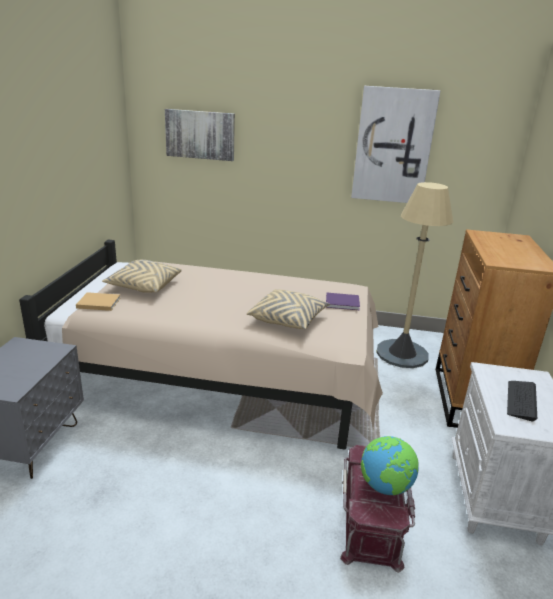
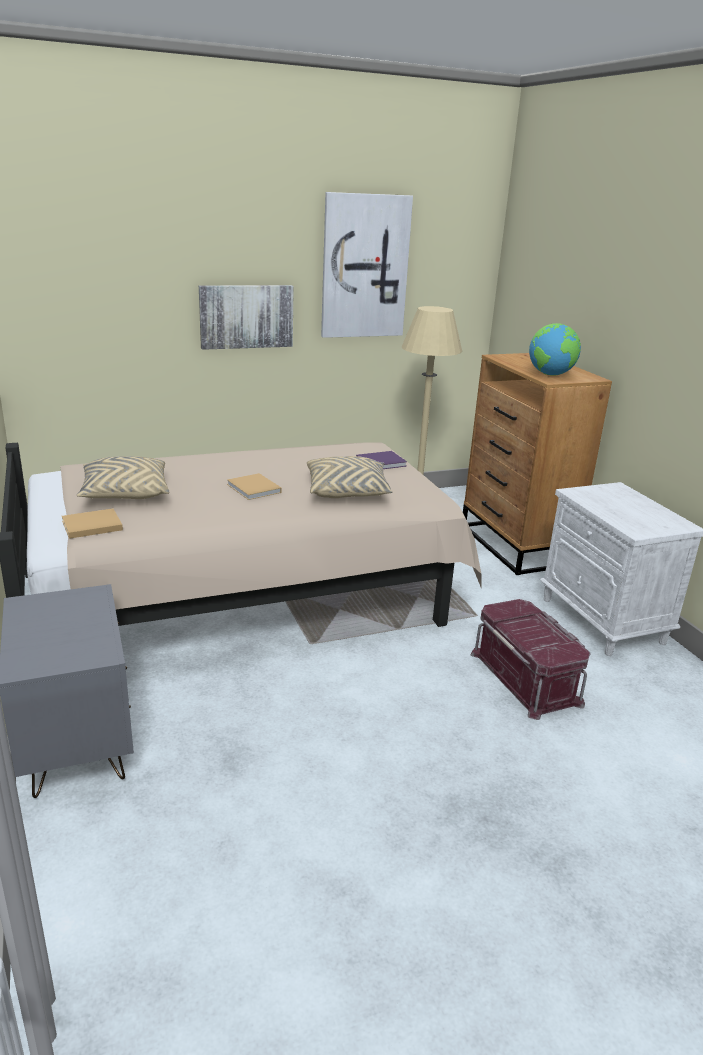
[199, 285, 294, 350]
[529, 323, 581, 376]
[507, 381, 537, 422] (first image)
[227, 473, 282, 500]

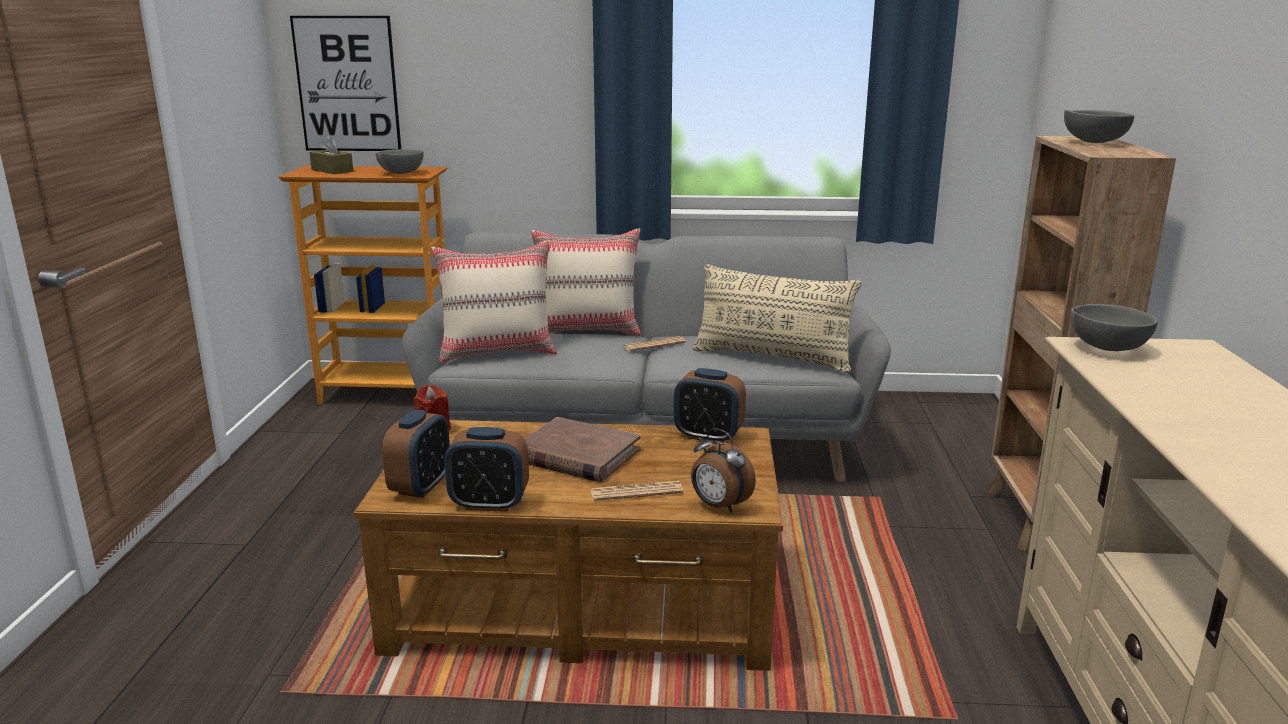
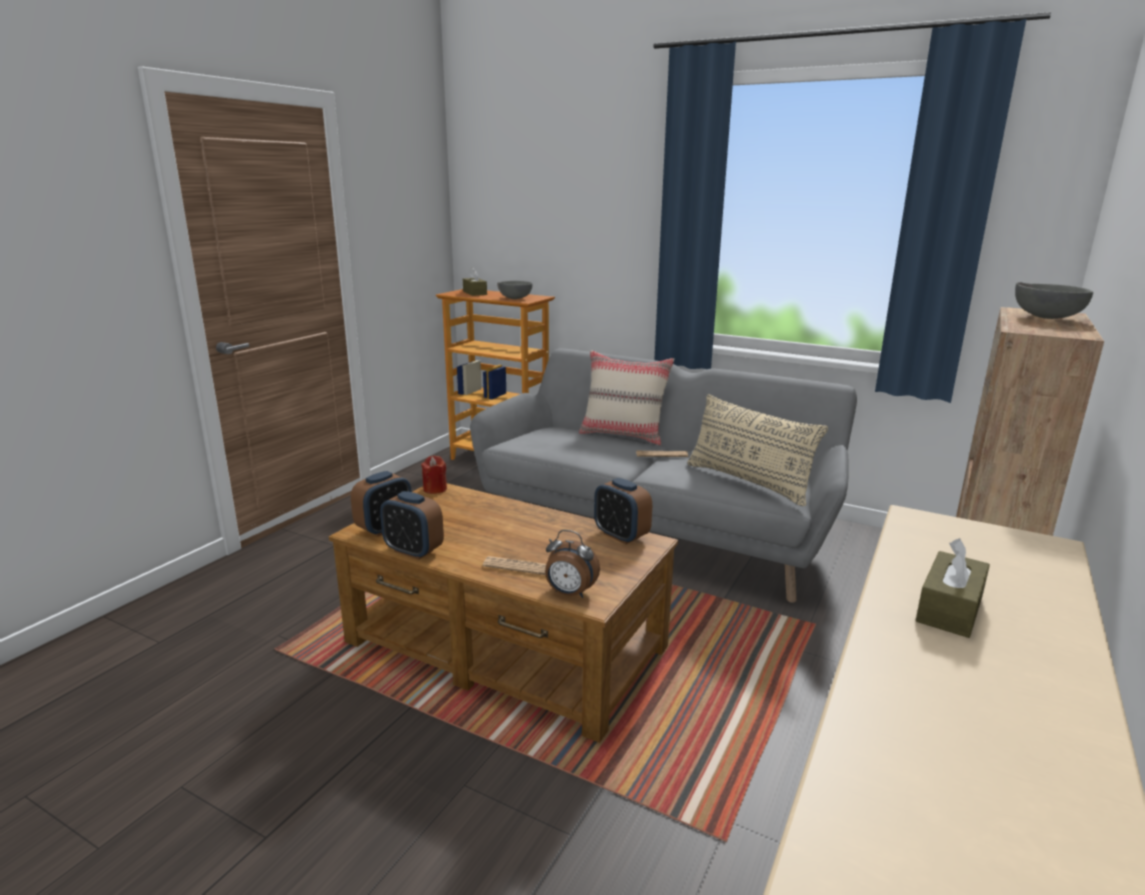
[290, 16, 401, 151] (first image)
[431, 240, 557, 363] (first image)
[525, 417, 641, 482] (first image)
[545, 530, 600, 598]
[1070, 304, 1158, 351] (first image)
[916, 538, 990, 638]

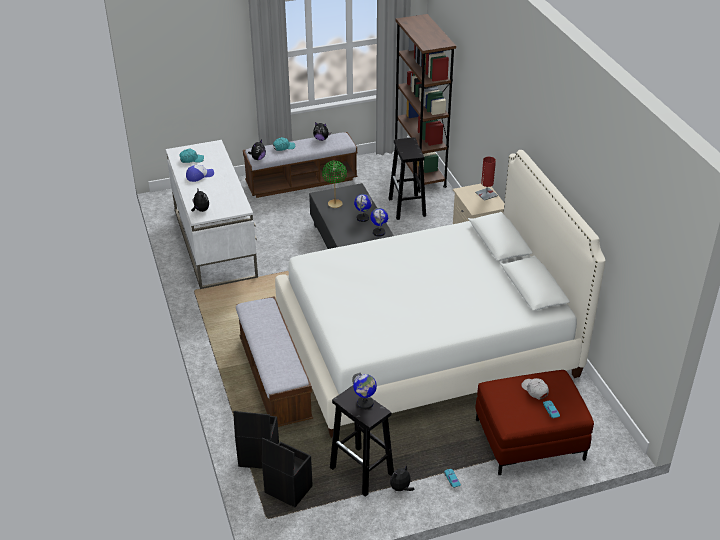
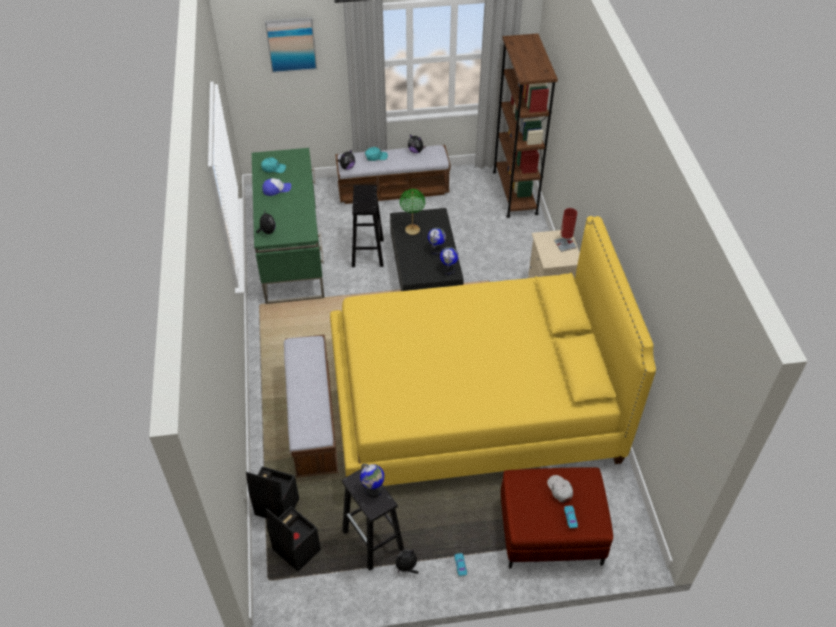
[252, 148, 325, 304]
[330, 216, 656, 486]
[352, 185, 384, 267]
[265, 17, 317, 73]

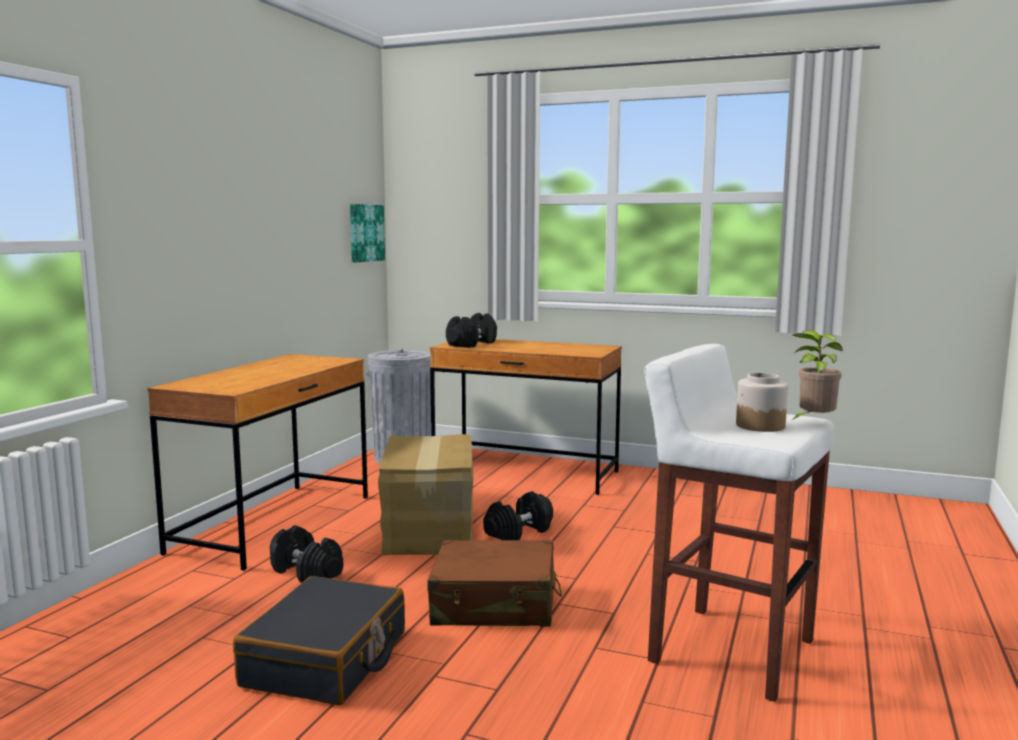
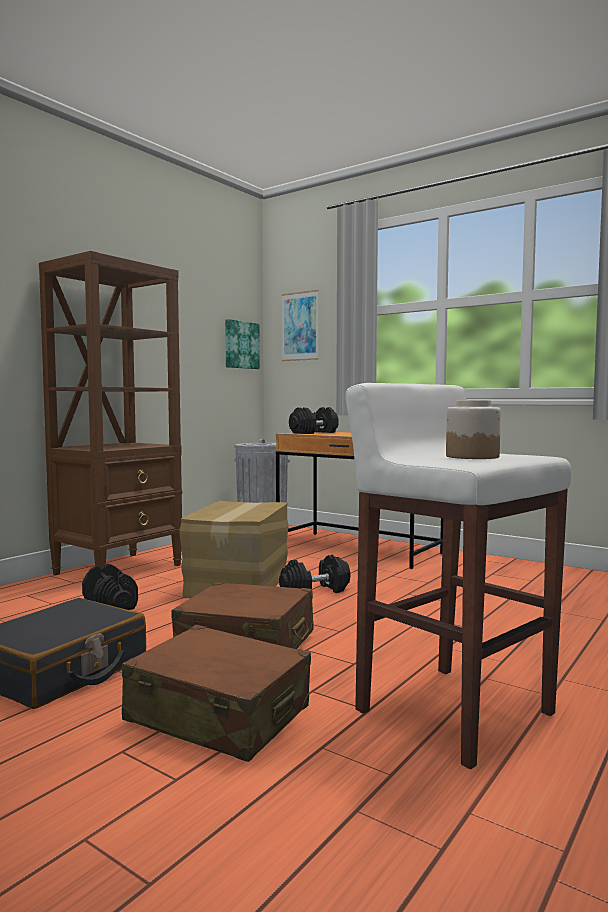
[39, 251, 182, 575]
[791, 330, 843, 421] (first image)
[122, 625, 311, 762]
[282, 290, 319, 361]

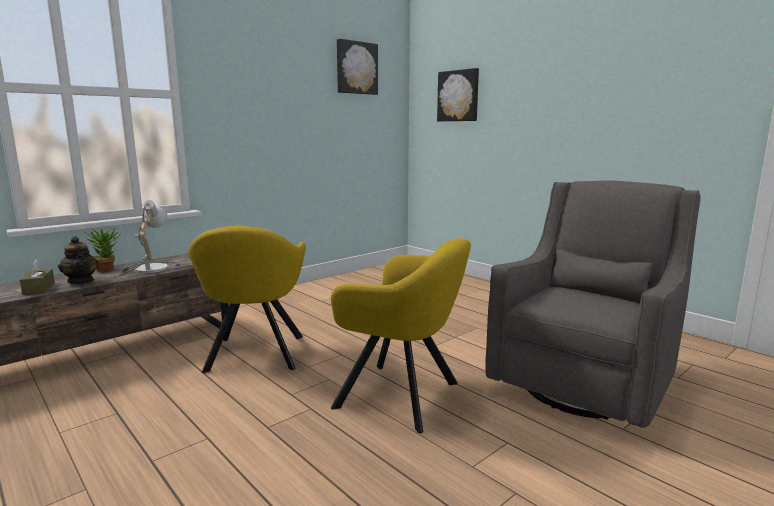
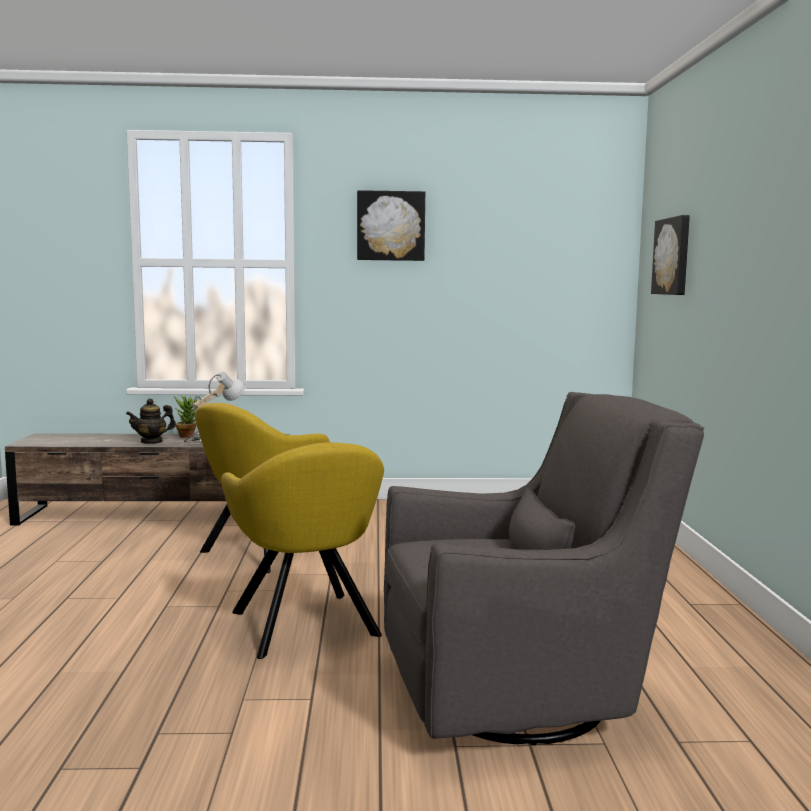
[20, 259, 55, 295] (first image)
[126, 398, 176, 444]
[357, 190, 425, 261]

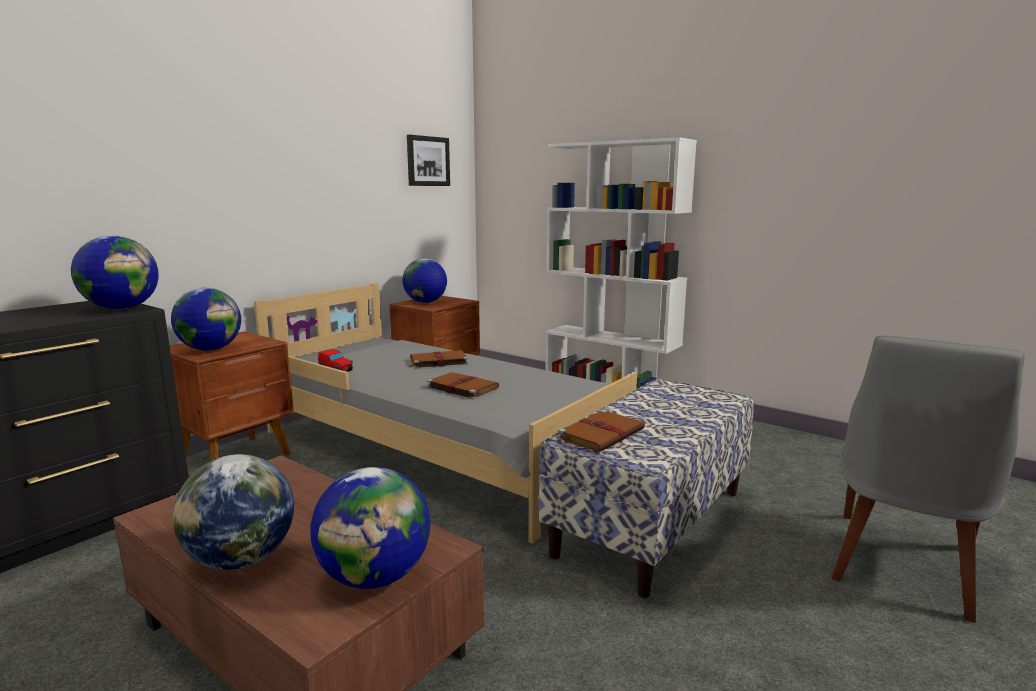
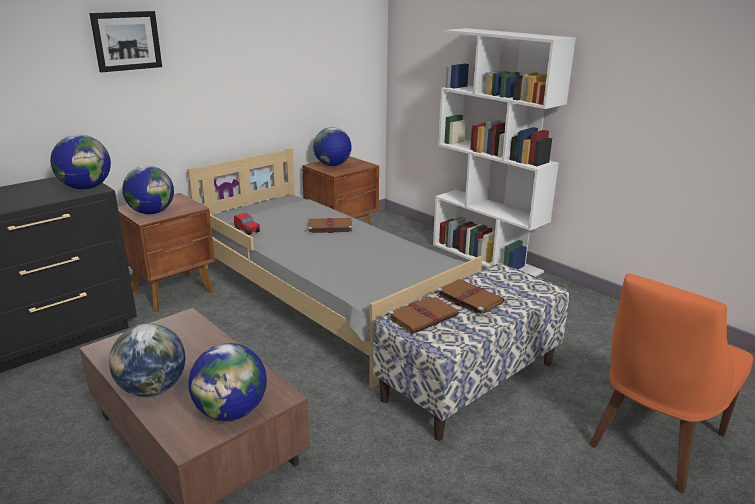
[89, 11, 162, 72]
[436, 279, 505, 316]
[589, 274, 753, 493]

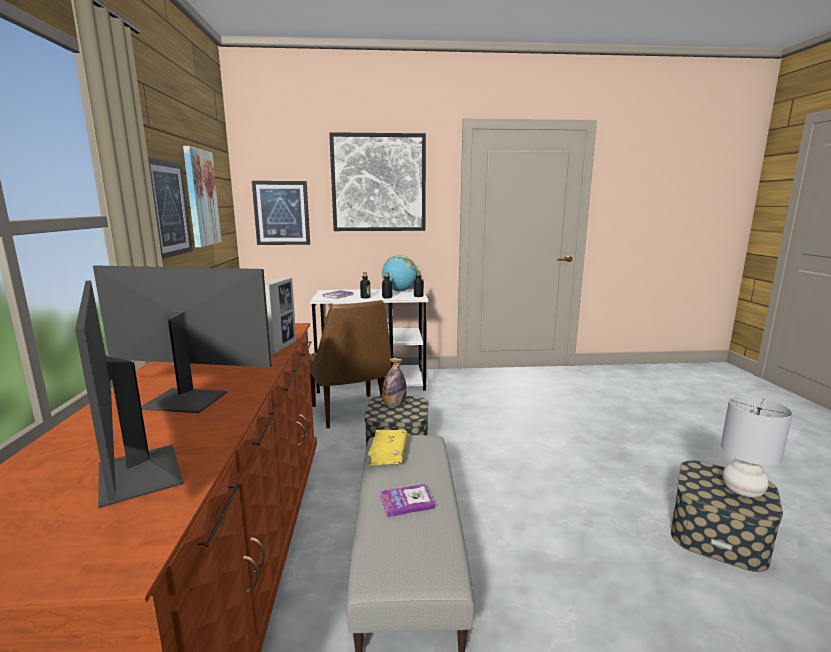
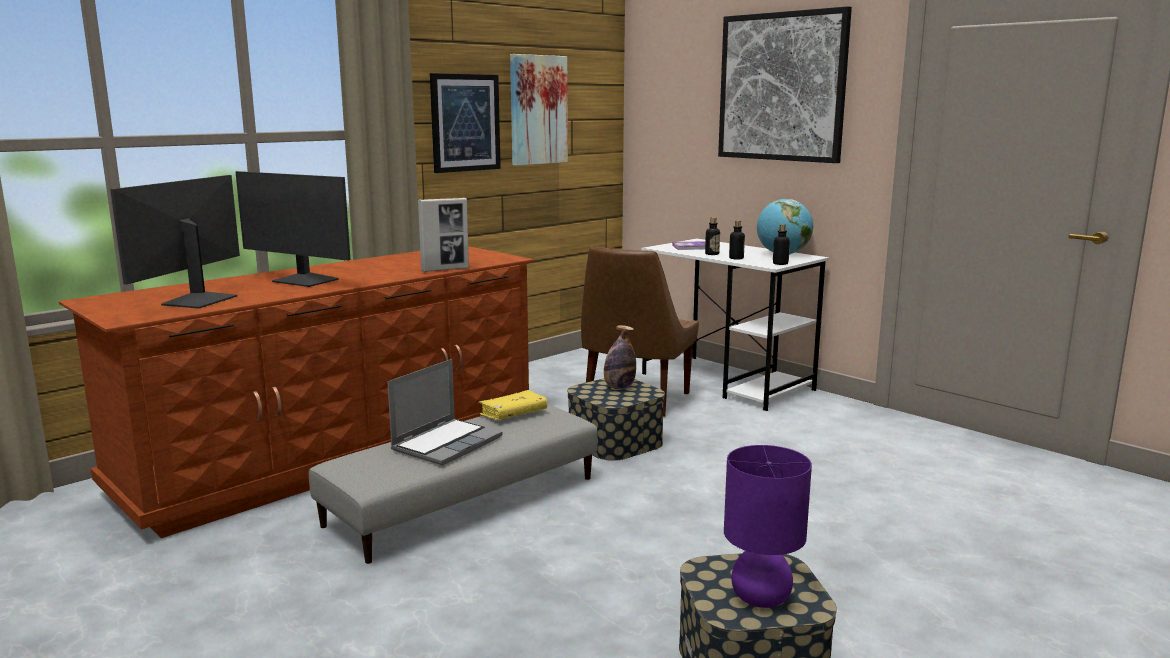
[235, 171, 351, 287]
[252, 181, 310, 245] (first image)
[387, 359, 503, 466]
[724, 445, 812, 608]

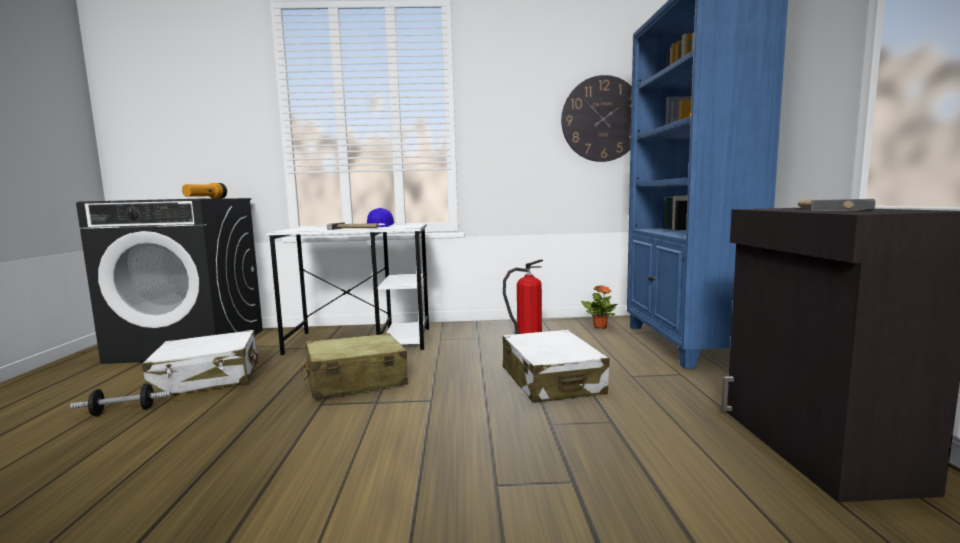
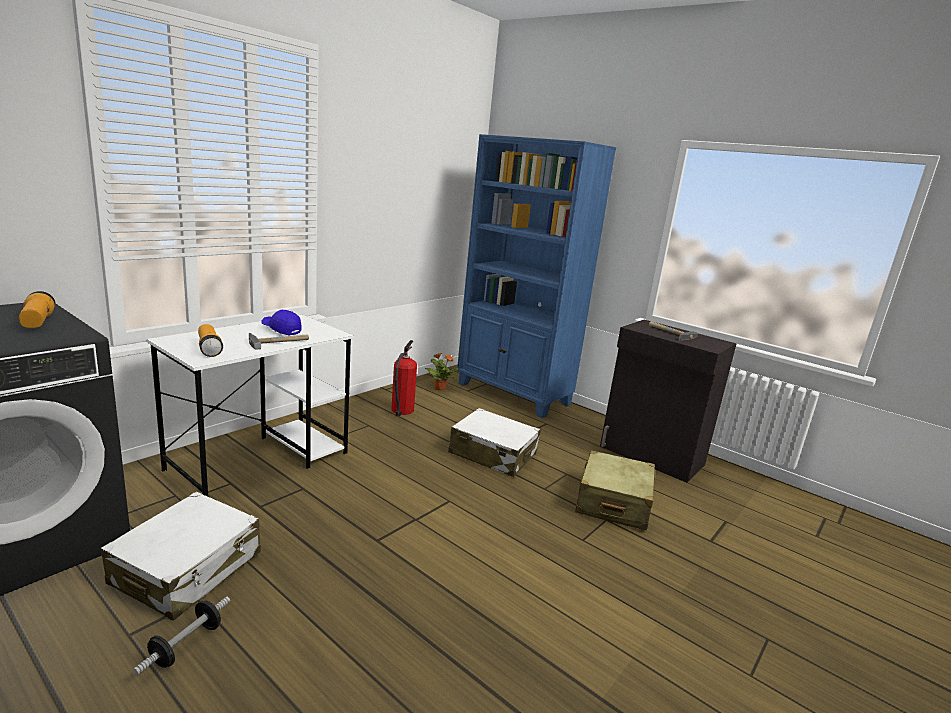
[575, 450, 655, 530]
[561, 75, 632, 162] (first image)
[198, 324, 223, 357]

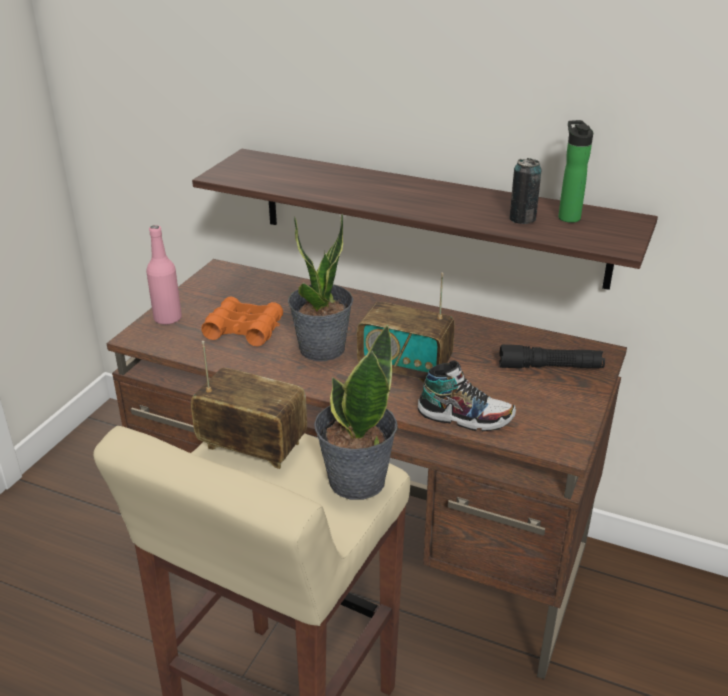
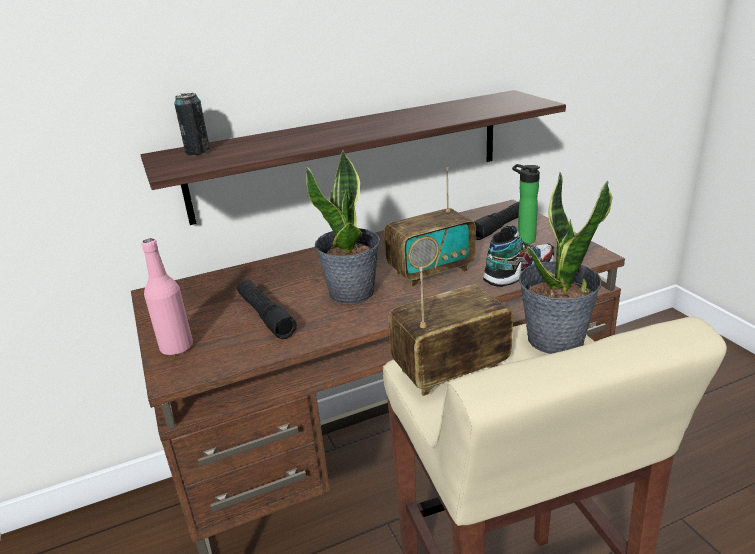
[237, 280, 297, 339]
[174, 93, 210, 156]
[512, 164, 540, 244]

